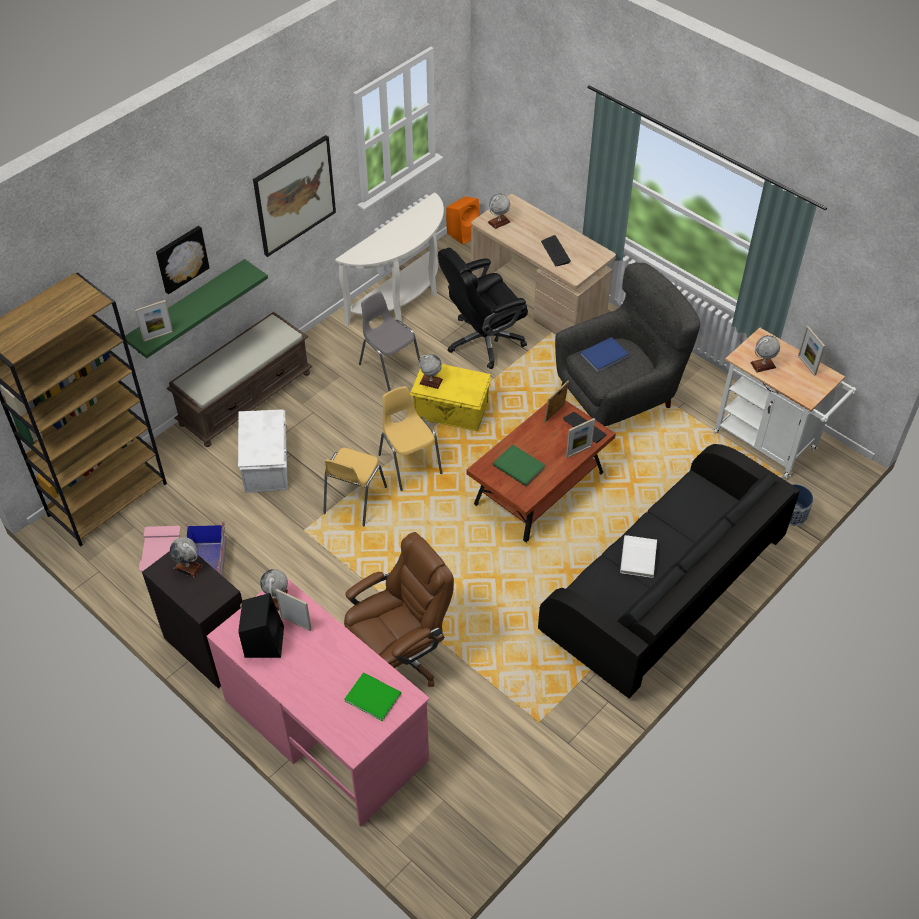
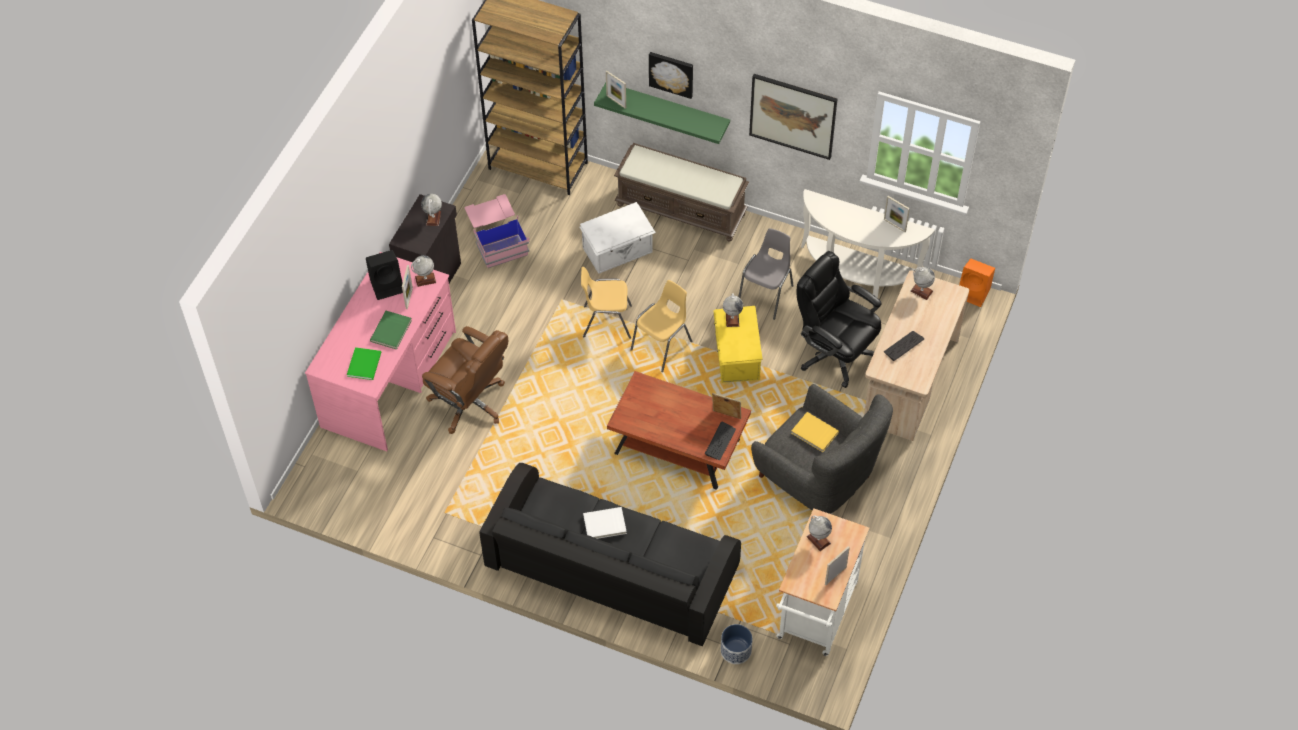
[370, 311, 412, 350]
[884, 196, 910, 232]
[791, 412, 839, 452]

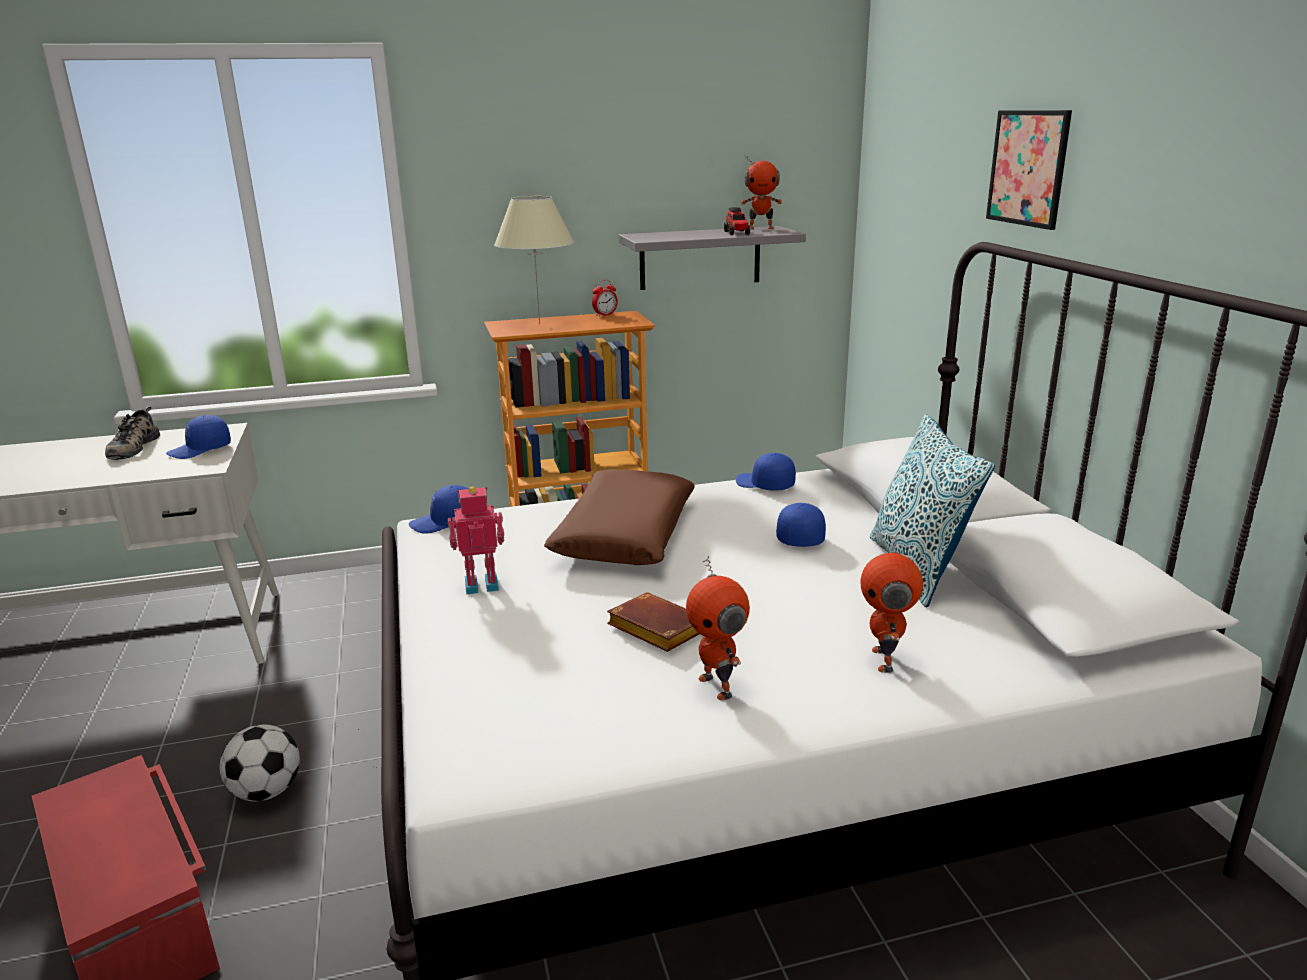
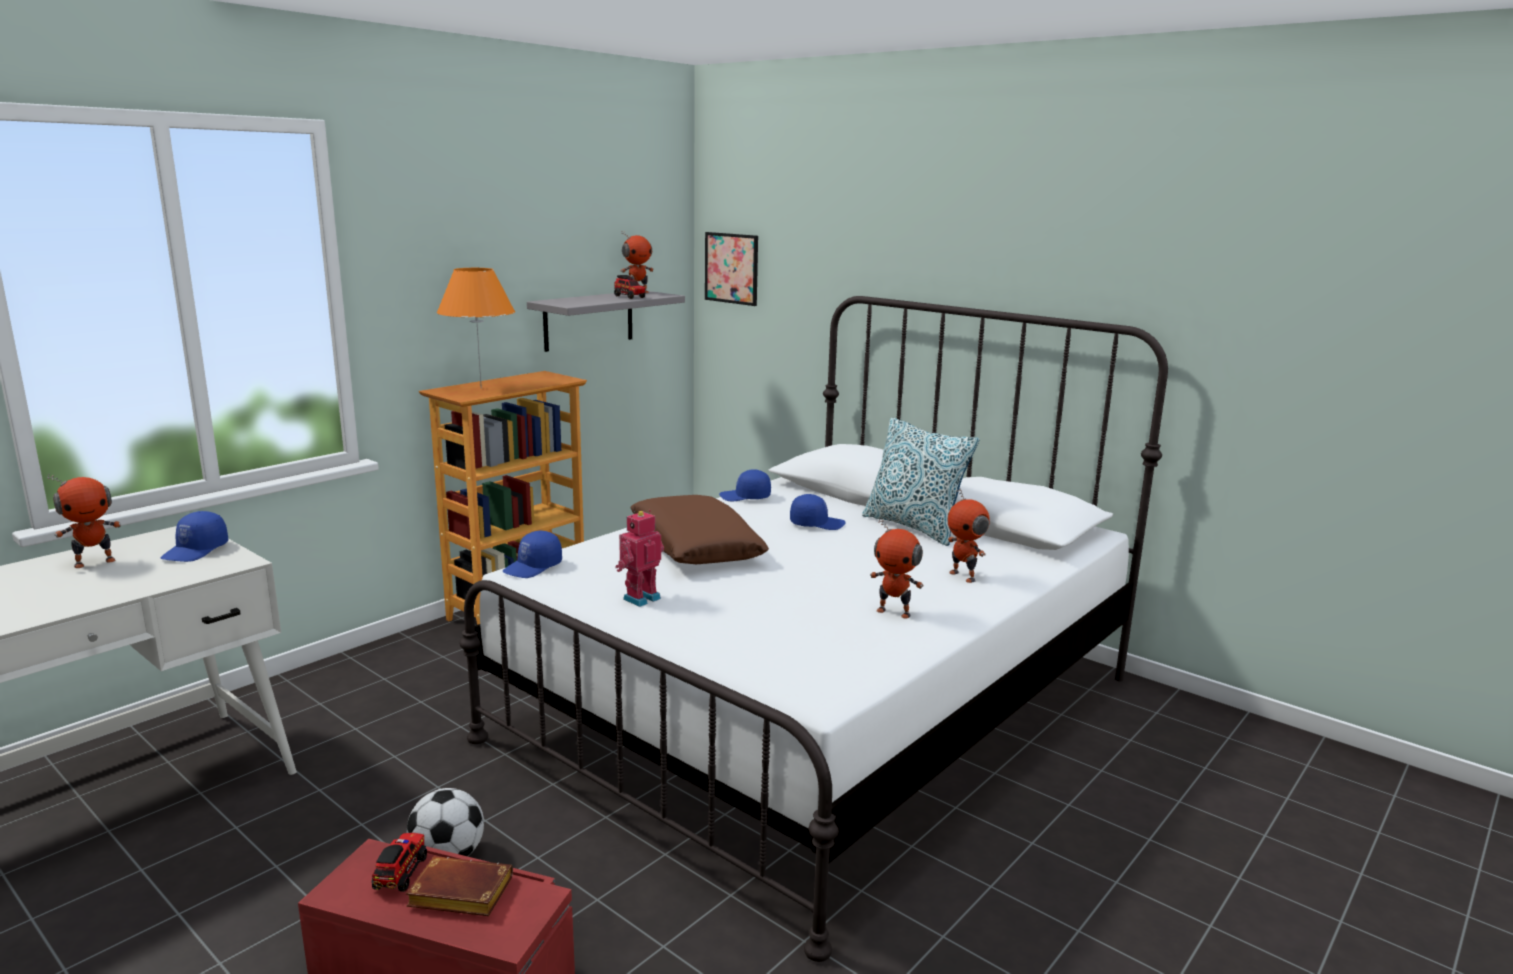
[47, 474, 121, 568]
[437, 268, 515, 389]
[592, 280, 618, 317] (first image)
[406, 856, 513, 916]
[790, 494, 846, 530]
[705, 232, 758, 306]
[372, 833, 427, 892]

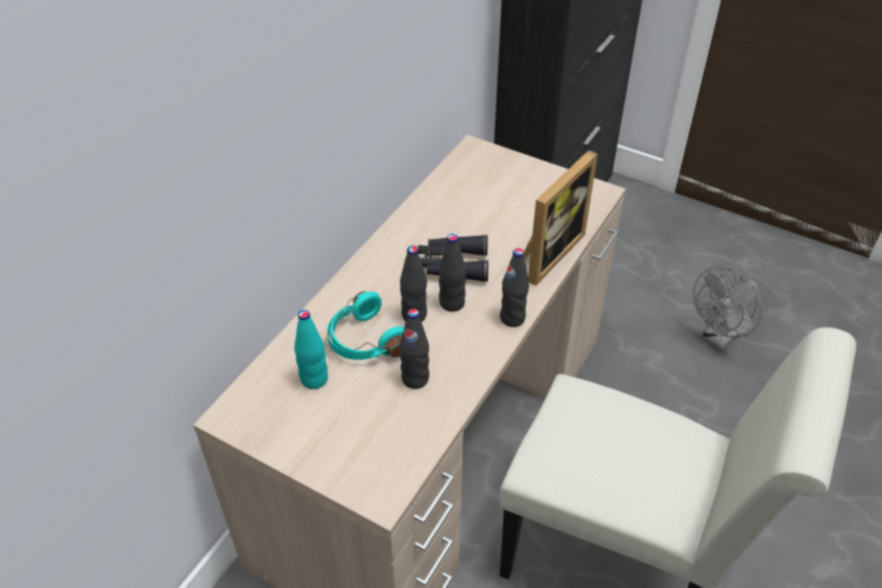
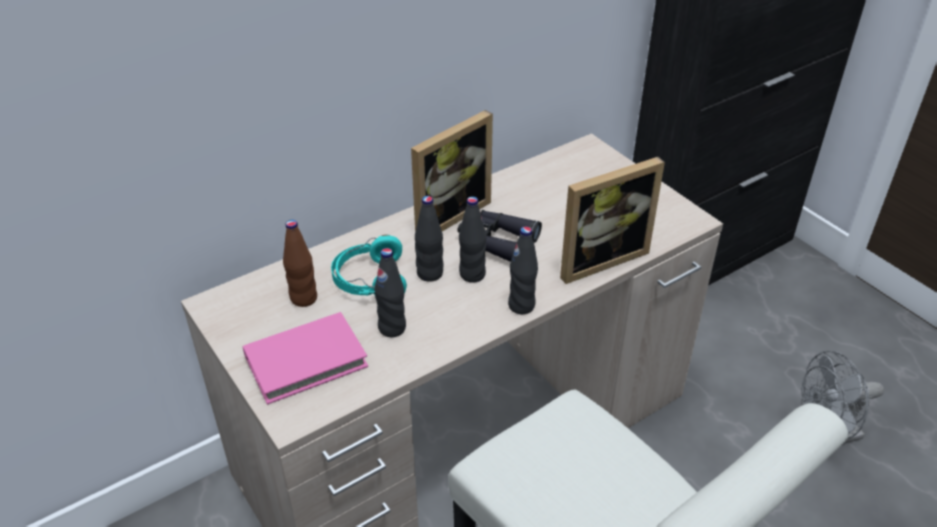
[283, 220, 317, 307]
[243, 312, 368, 405]
[411, 110, 493, 232]

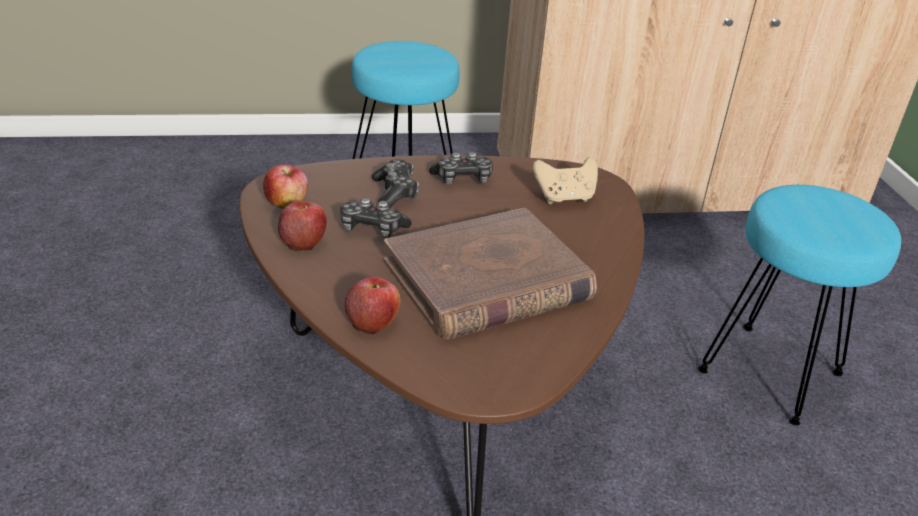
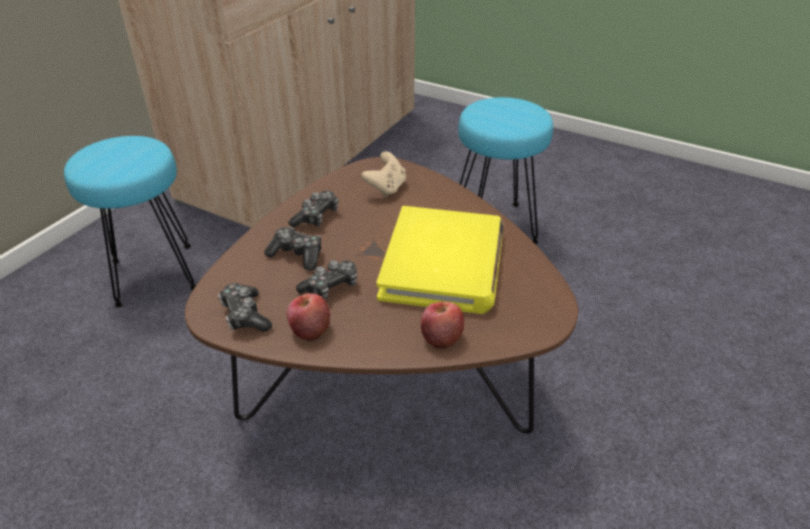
[218, 283, 272, 332]
[376, 206, 504, 314]

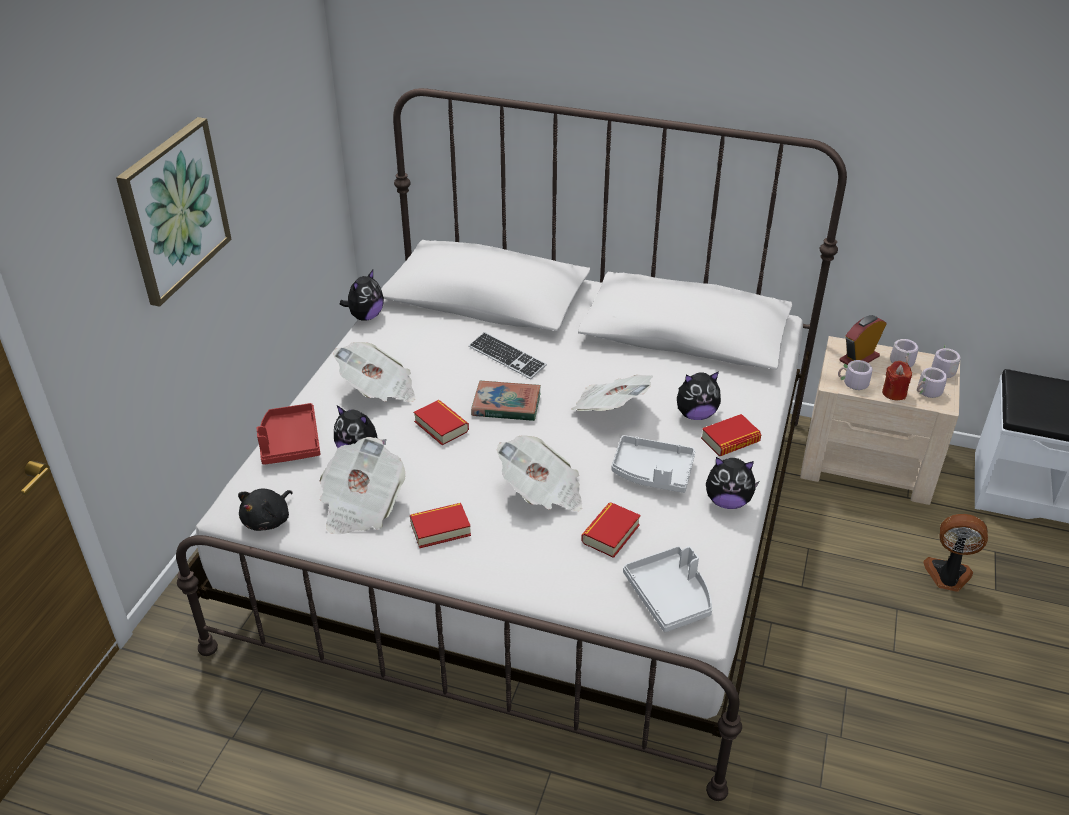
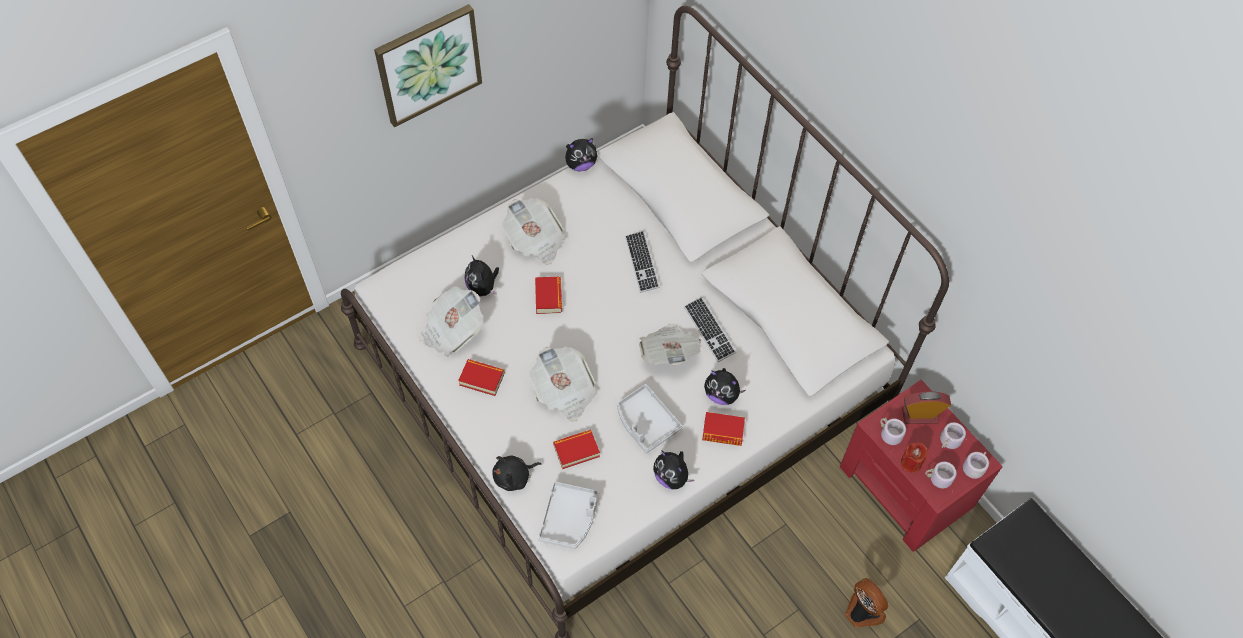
[492, 456, 542, 491]
[257, 403, 320, 465] (first image)
[471, 381, 541, 421] (first image)
[840, 380, 1003, 552]
[684, 297, 736, 362]

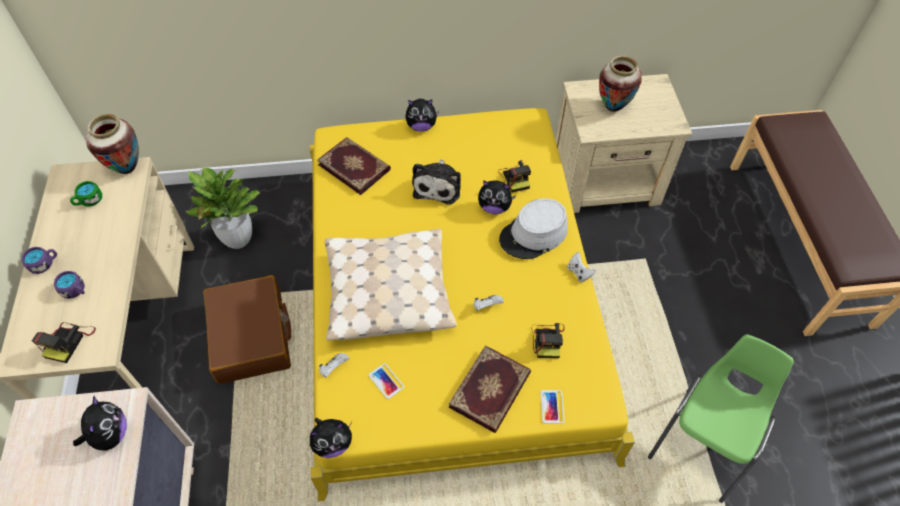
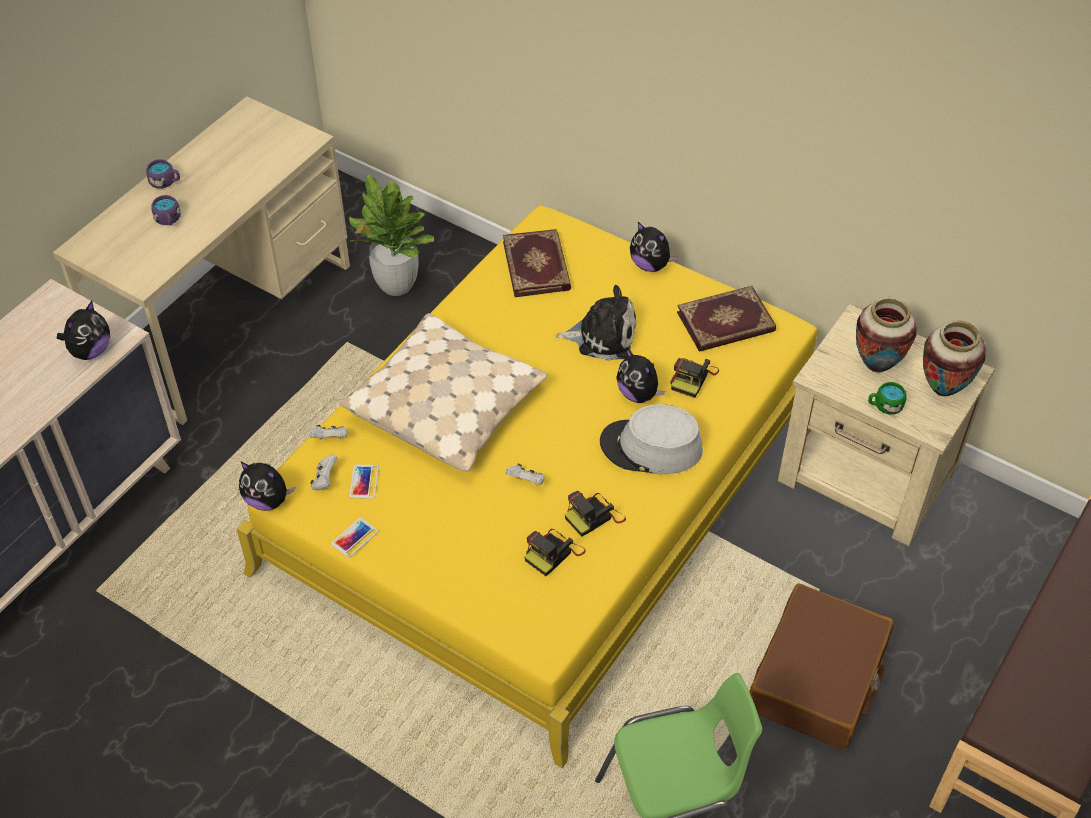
[565, 491, 626, 537]
[868, 382, 907, 415]
[923, 320, 986, 396]
[749, 584, 894, 750]
[556, 285, 636, 361]
[677, 286, 776, 352]
[331, 518, 378, 557]
[310, 454, 337, 490]

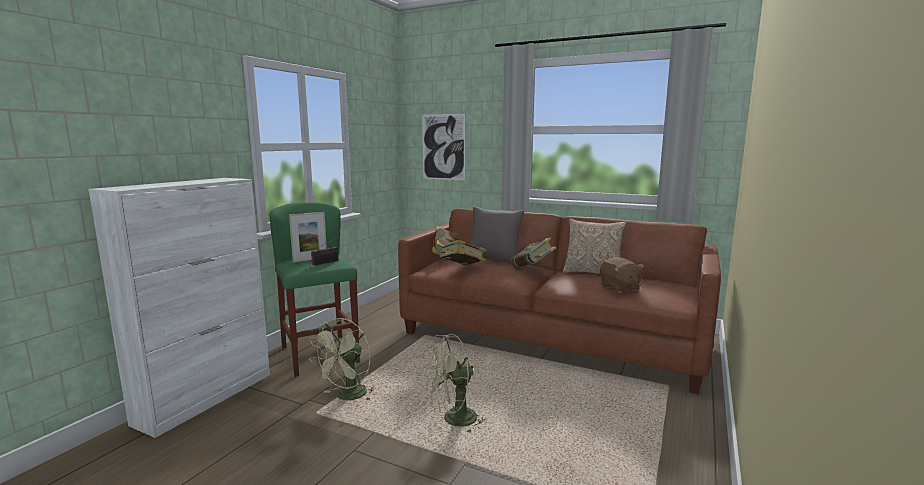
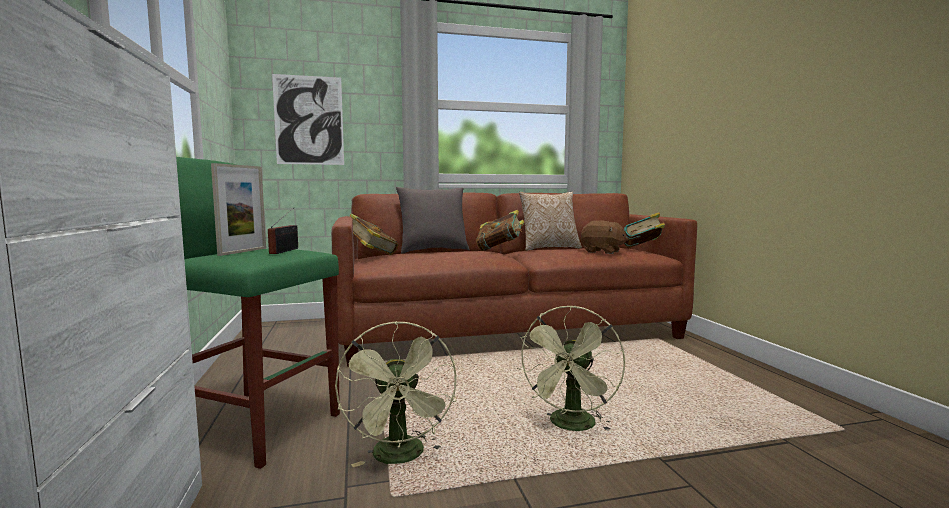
[624, 212, 665, 248]

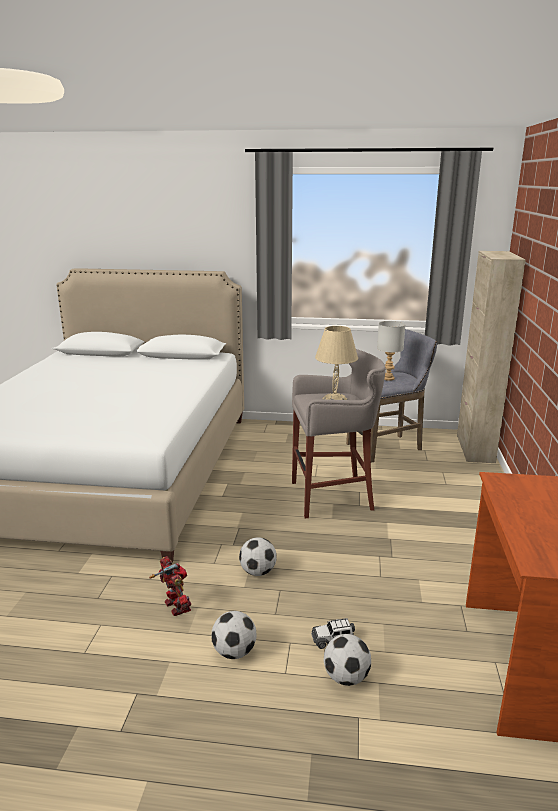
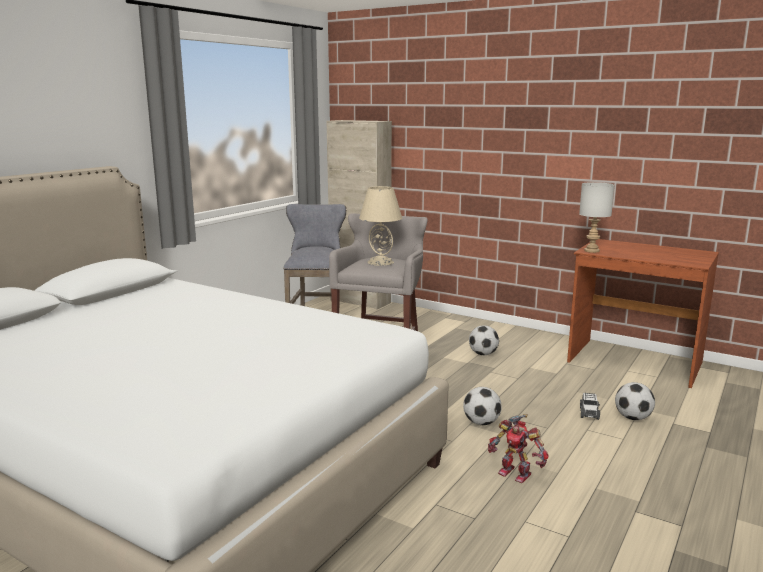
[488, 414, 549, 483]
[469, 325, 499, 355]
[579, 182, 614, 253]

